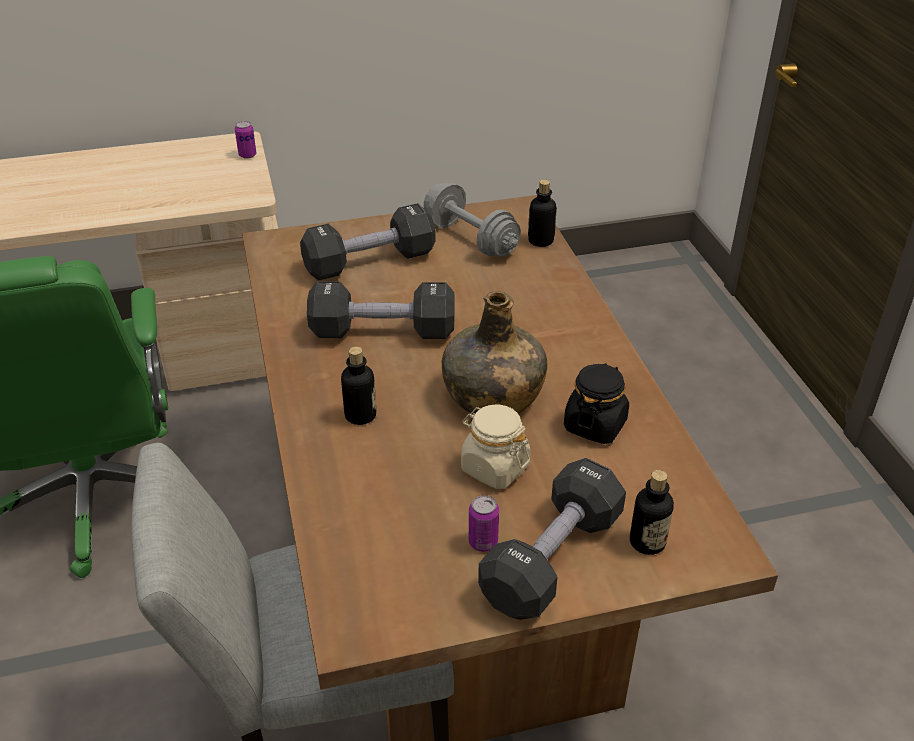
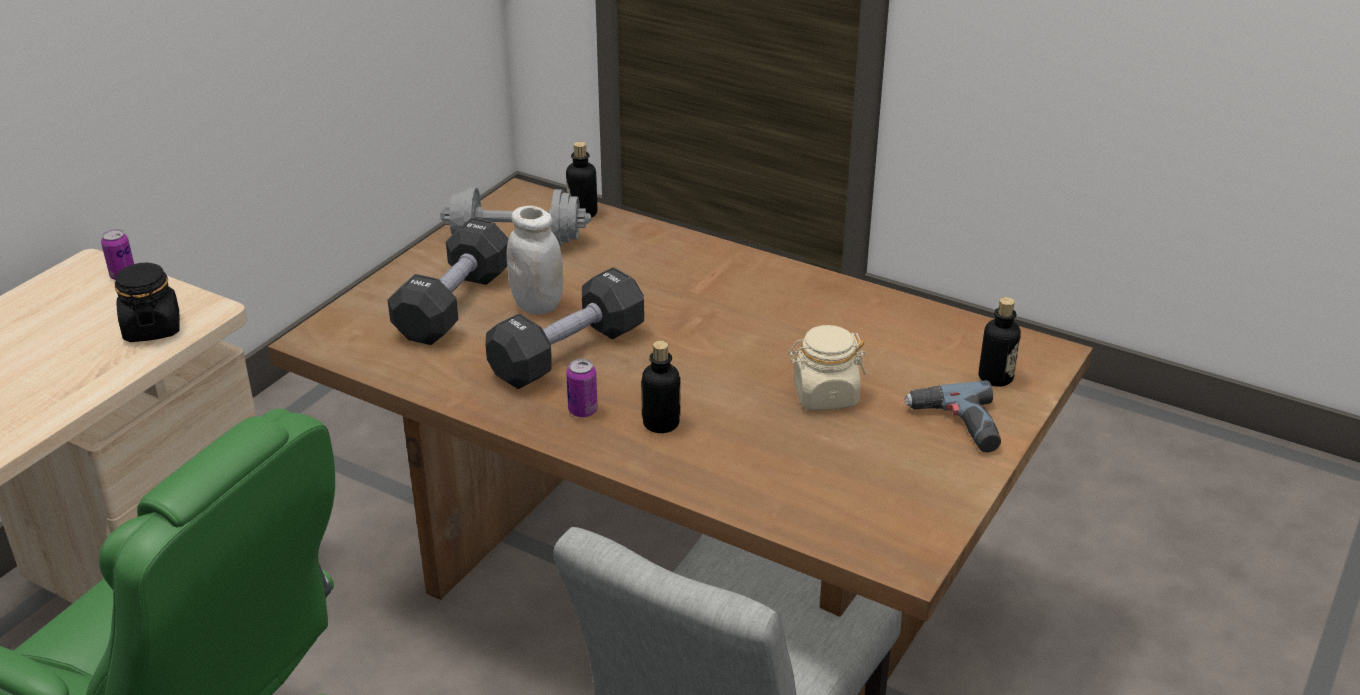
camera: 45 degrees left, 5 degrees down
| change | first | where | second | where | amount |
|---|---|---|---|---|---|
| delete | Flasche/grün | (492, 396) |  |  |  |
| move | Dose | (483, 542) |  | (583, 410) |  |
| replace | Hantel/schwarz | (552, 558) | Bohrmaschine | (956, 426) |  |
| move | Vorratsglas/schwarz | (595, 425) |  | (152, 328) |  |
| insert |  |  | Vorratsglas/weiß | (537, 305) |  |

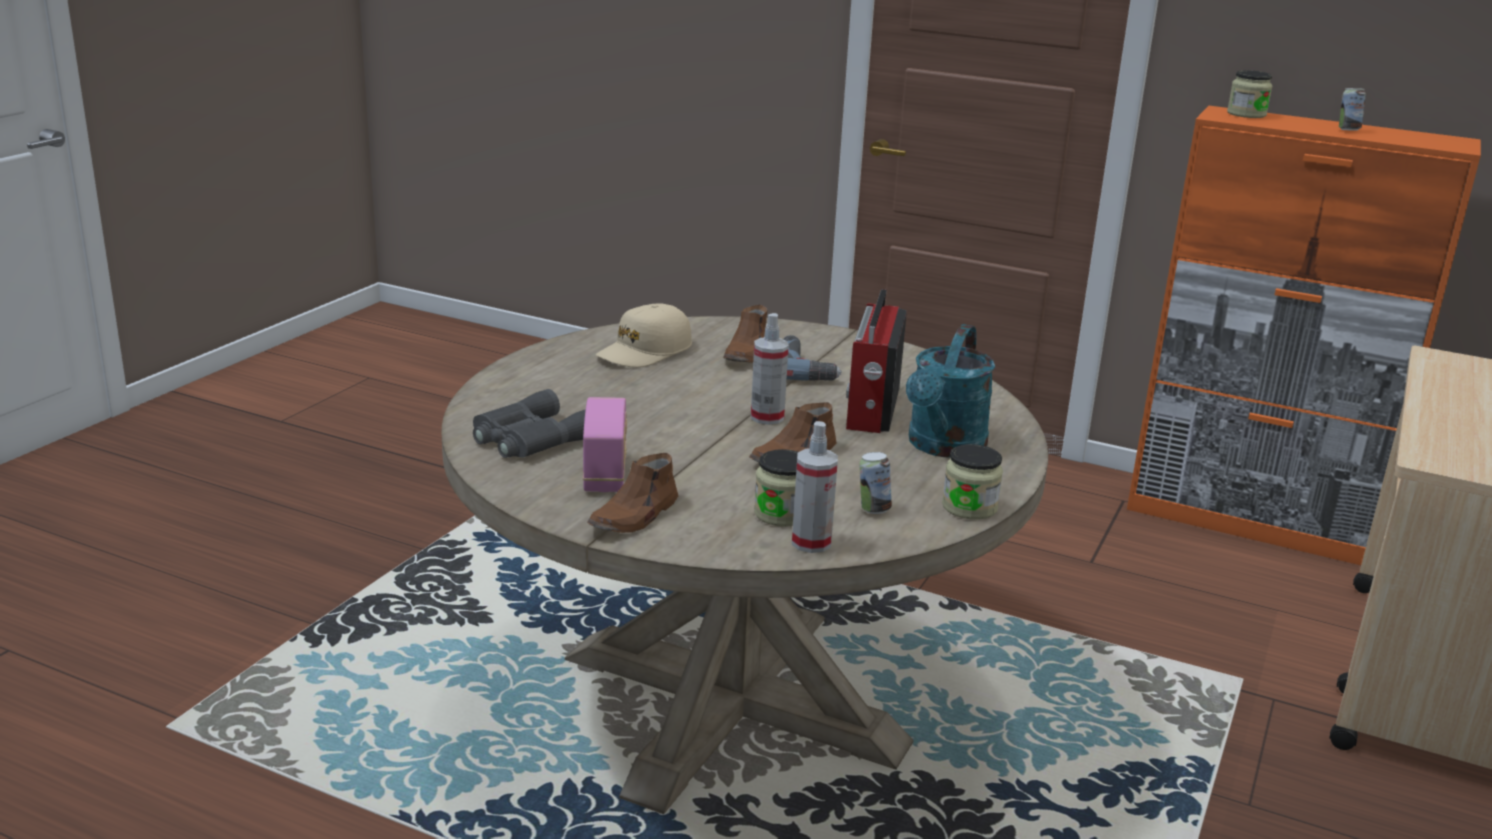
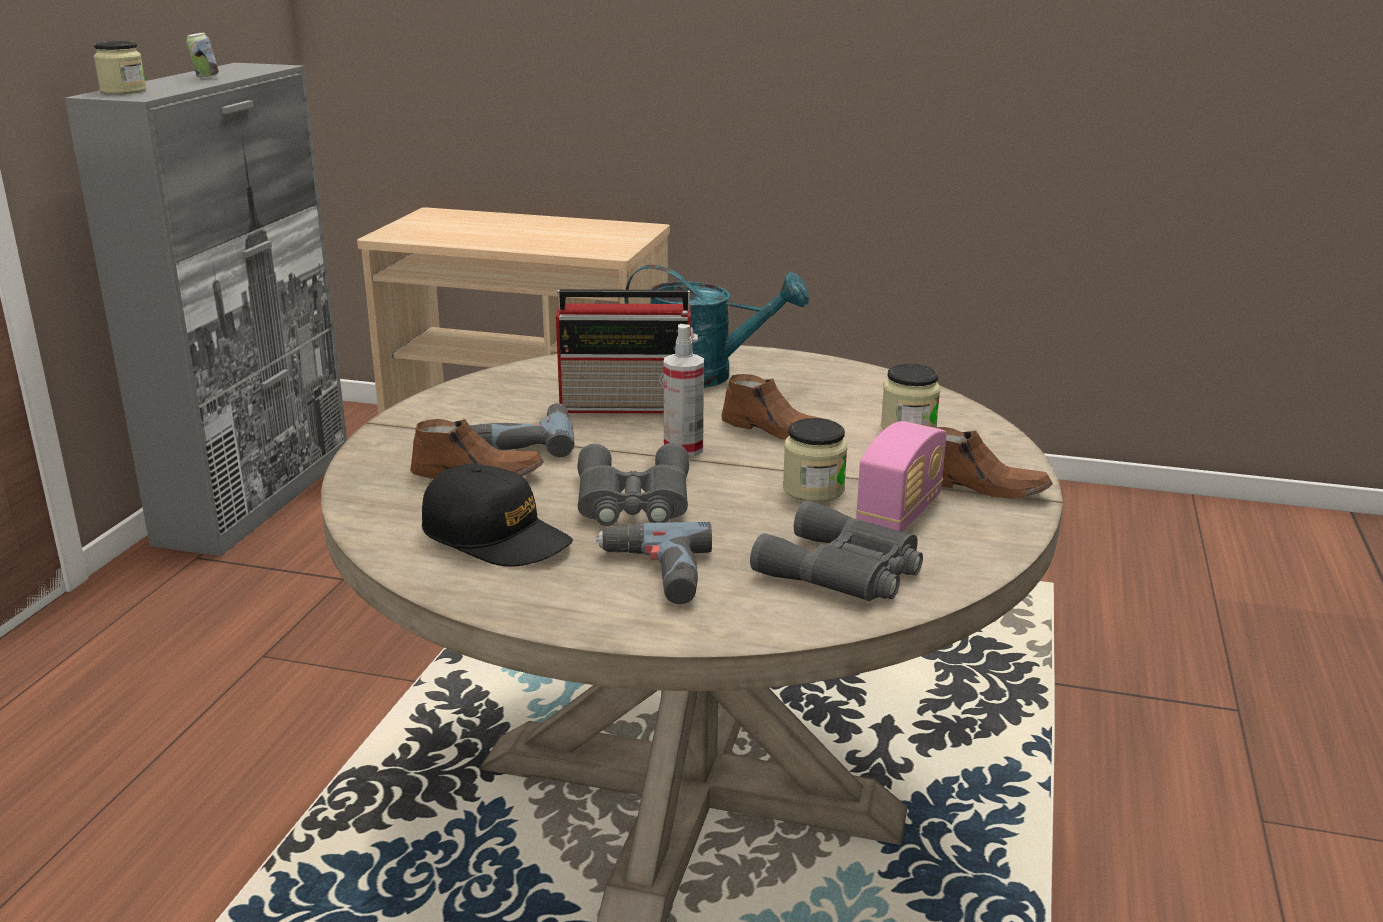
camera: 100 degrees left, 0 degrees up
| change | first | where | second | where | amount |
|---|---|---|---|---|---|
| rotate | Radio | (605, 473) |  | (899, 513) | 135 degrees clockwise |
| recolor | Kappe/beige | (645, 352) | Kappe/schwarz | (496, 537) |  |
| delete | Sprühflasche | (811, 542) |  |  |  |
| delete | Dose | (873, 509) |  |  |  |
| move | Vorratsglas | (969, 507) |  | (813, 489) |  |
| recolor | Schrank/orange | (1251, 523) | Schrank/grau | (258, 496) |  |
| insert |  |  | Fernglas/grau | (632, 501) |  |
| insert |  |  | Bohrmaschine | (654, 574) |  |

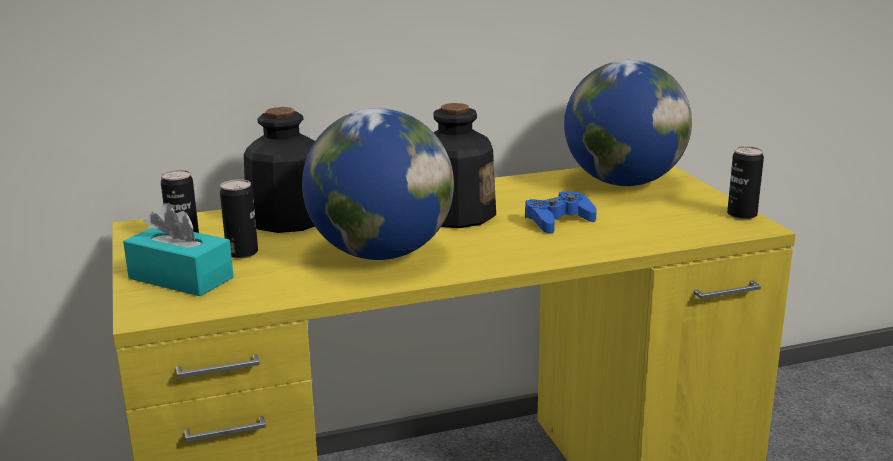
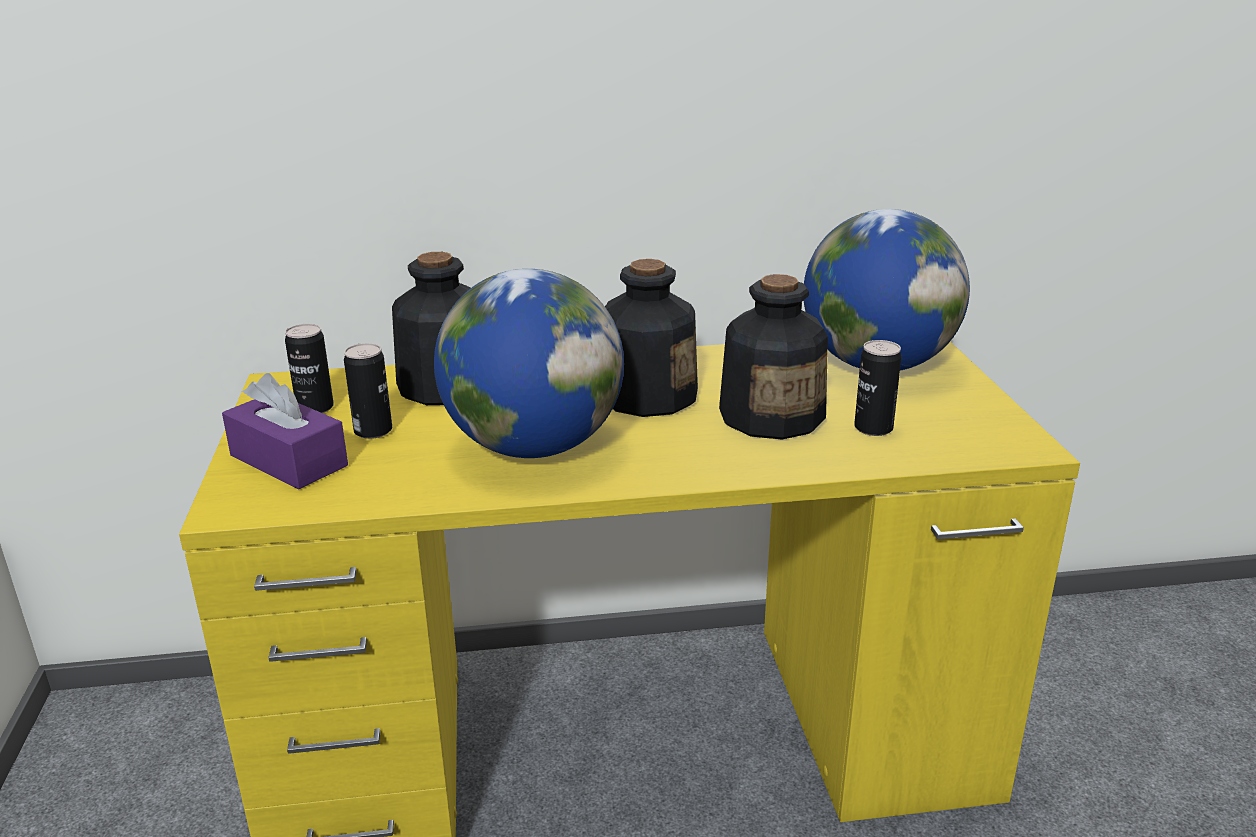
camera: 10 degrees right, 5 degrees up
| change | first | where | second | where | amount |
|---|---|---|---|---|---|
| recolor | Taschentuchbox/türkis | (181, 278) | Taschentuchbox/lila | (288, 460) |  |
| replace | Gamepad/blau | (558, 220) | Flasche | (771, 416) |  |
| move | Dose | (742, 215) |  | (873, 428) |  |

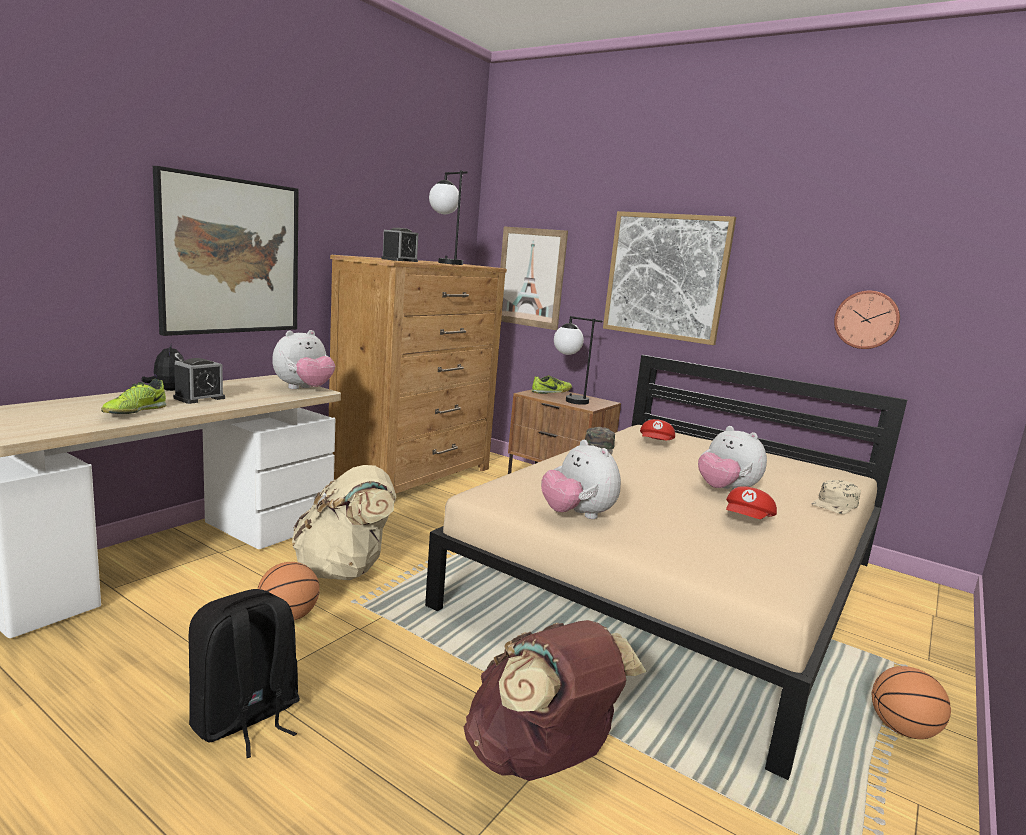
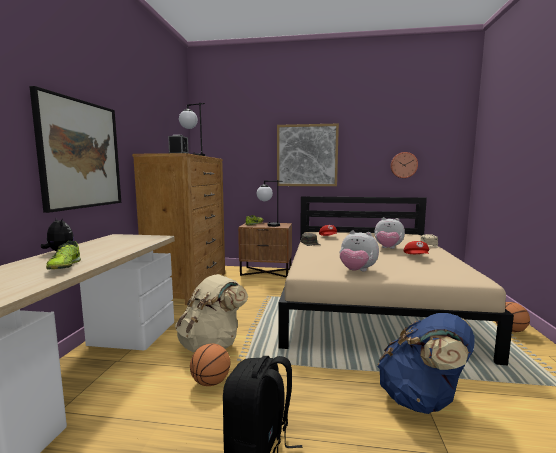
camera: 25 degrees left, 5 degrees down
| change | first | where | second | where | amount |
|---|---|---|---|---|---|
| delete | Wecker | (199, 398) |  |  |  |
| delete | Plüschtier | (304, 389) |  |  |  |
| recolor | Rucksack/braun | (540, 759) | Rucksack/blau | (422, 400) |  |
| delete | Bild | (531, 277) |  |  |  |

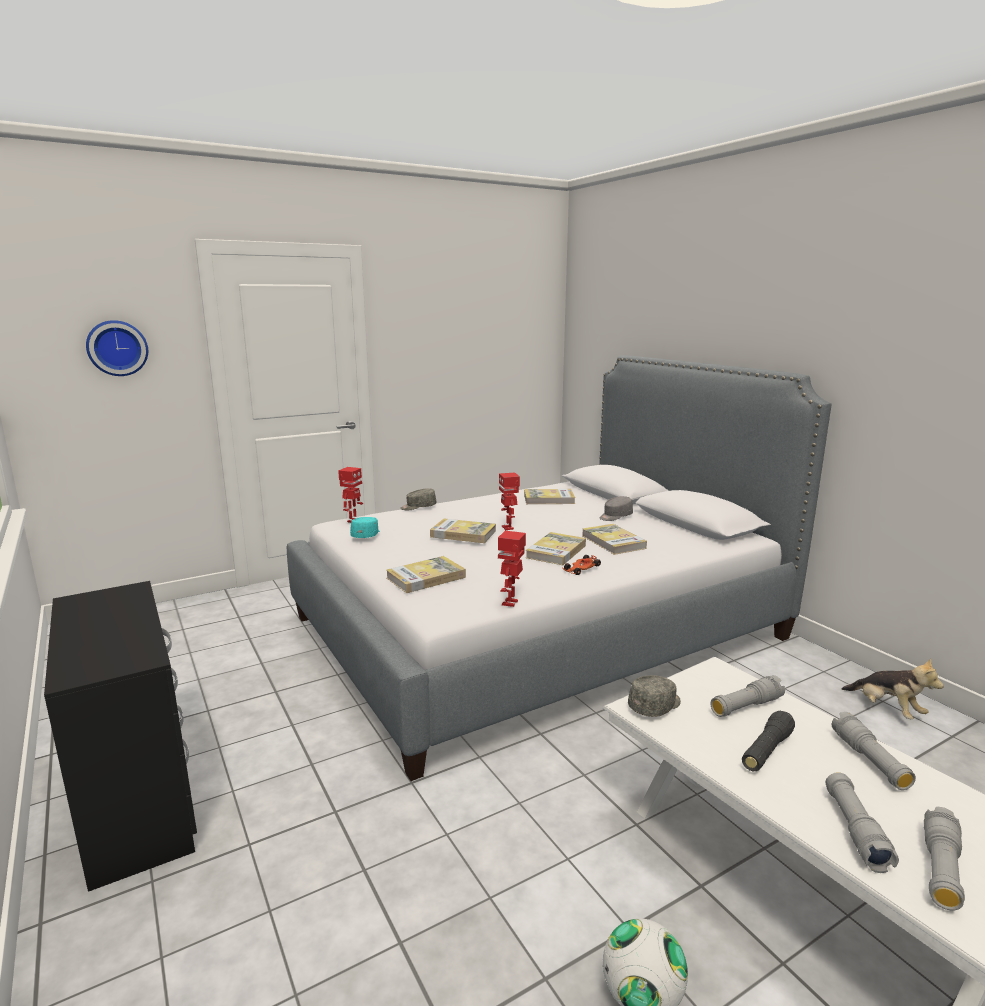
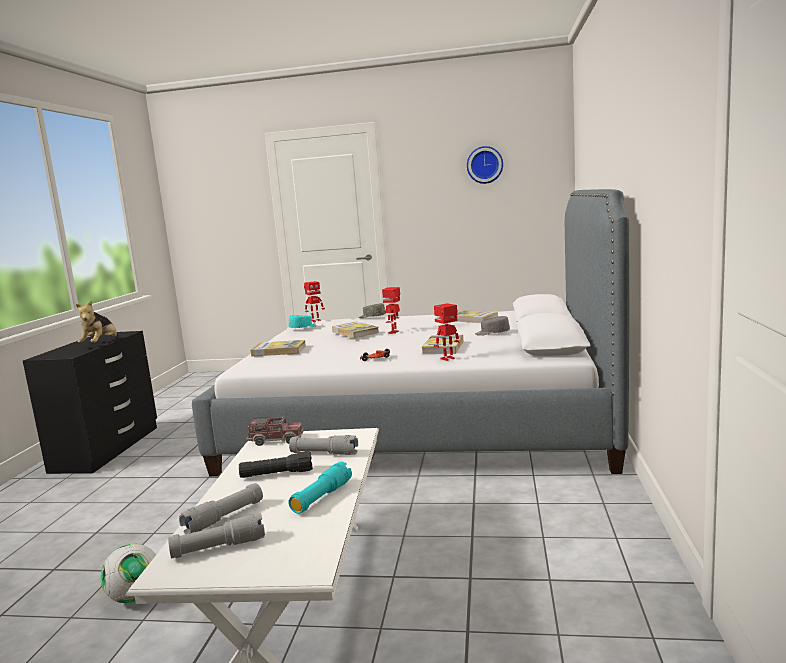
camera: 40 degrees right, 5 degrees down
| change | first | where | second | where | amount |
|---|---|---|---|---|---|
| move | Wanduhr | (117, 348) |  | (484, 165) |  |
| move | Spielzeugroboter | (511, 603) |  | (448, 359) |  |
| delete | Buch | (556, 551) |  |  |  |
| replace | Kappe/grau | (655, 706) | Spielzeuglaster | (276, 440) |  |
| recolor | Taschenlampe/grau | (869, 760) | Taschenlampe/türkis | (322, 497) |  |
| move | Plüschtier | (887, 709) |  | (100, 344) |  |

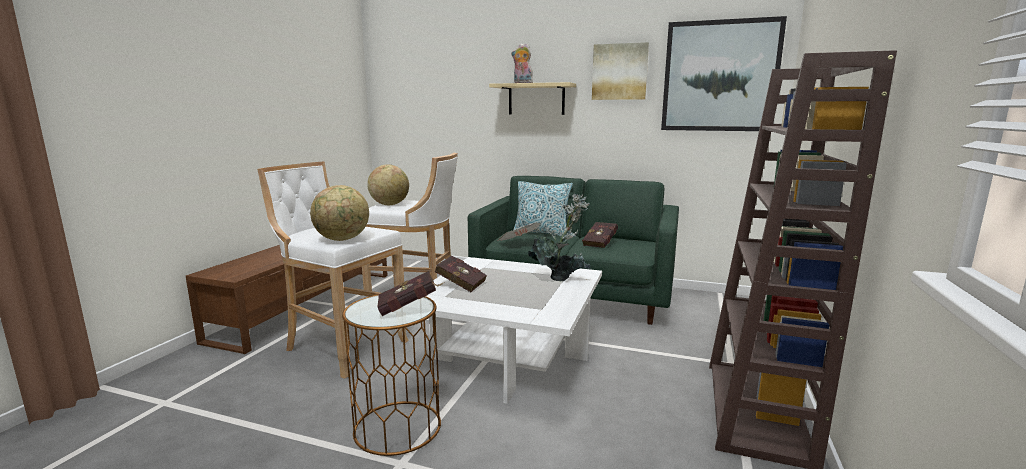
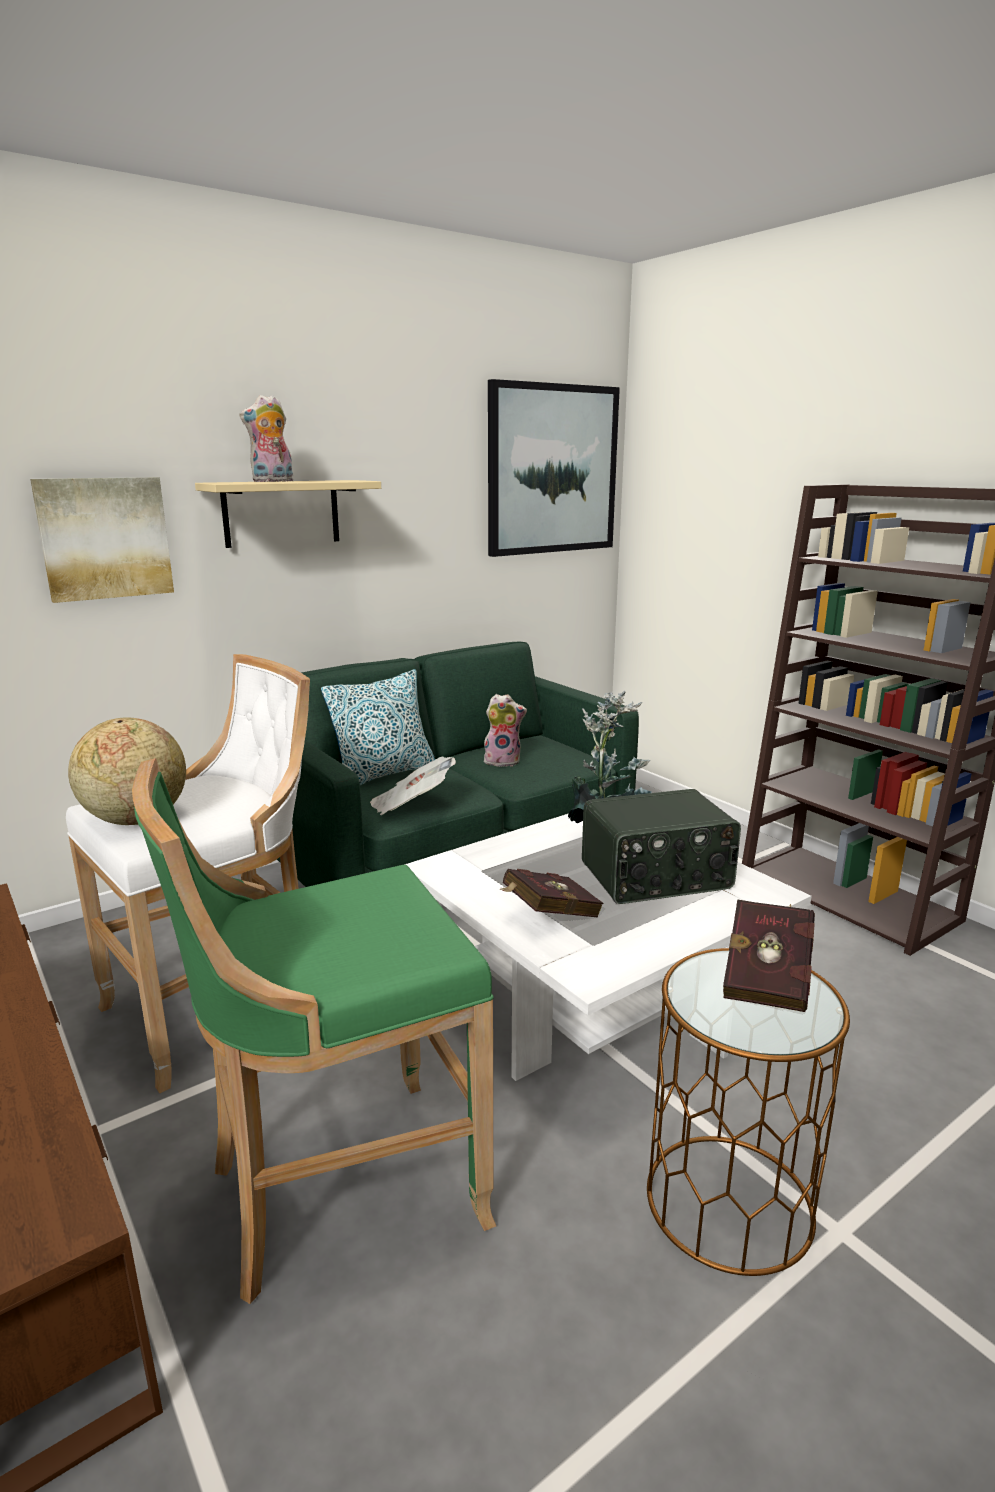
camera: 55 degrees left, 5 degrees up
| change | first | where | second | where | amount |
|---|---|---|---|---|---|
| recolor | Hocker/weiß | (342, 347) | Hocker/grün | (337, 1190) |  |
| delete | Globus | (342, 239) |  |  |  |
| replace | Buch/rot | (601, 243) | Plüschtier | (503, 761) |  |
| move | Bild | (619, 72) |  | (105, 538) |  |
| insert |  |  | Radio | (657, 877) |  |

